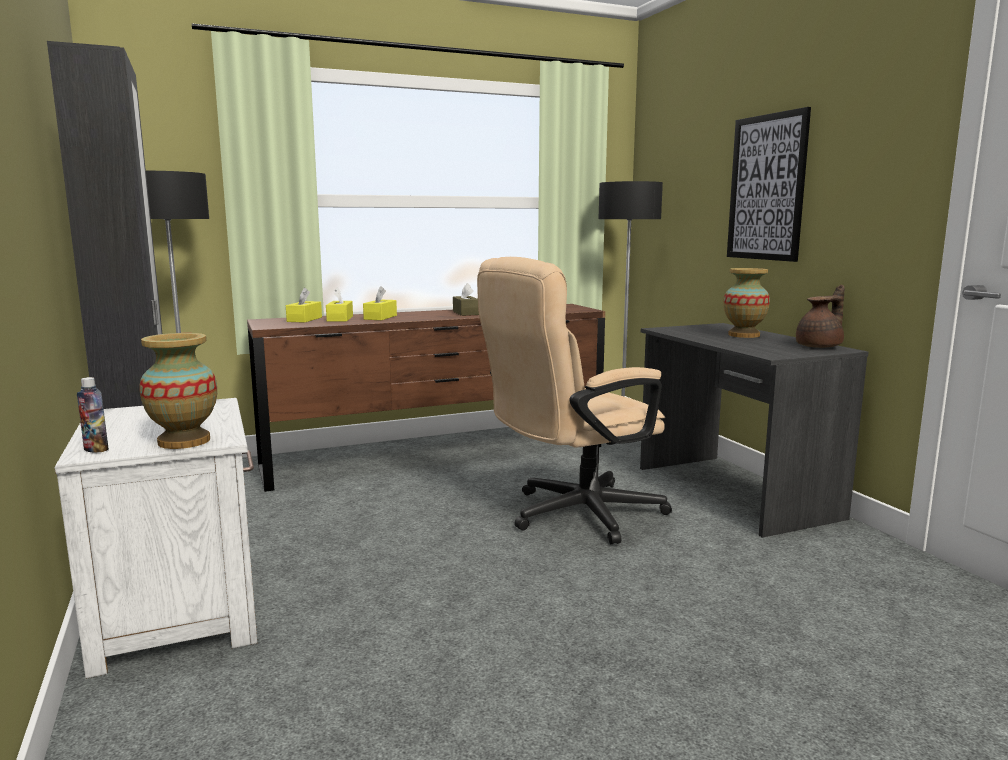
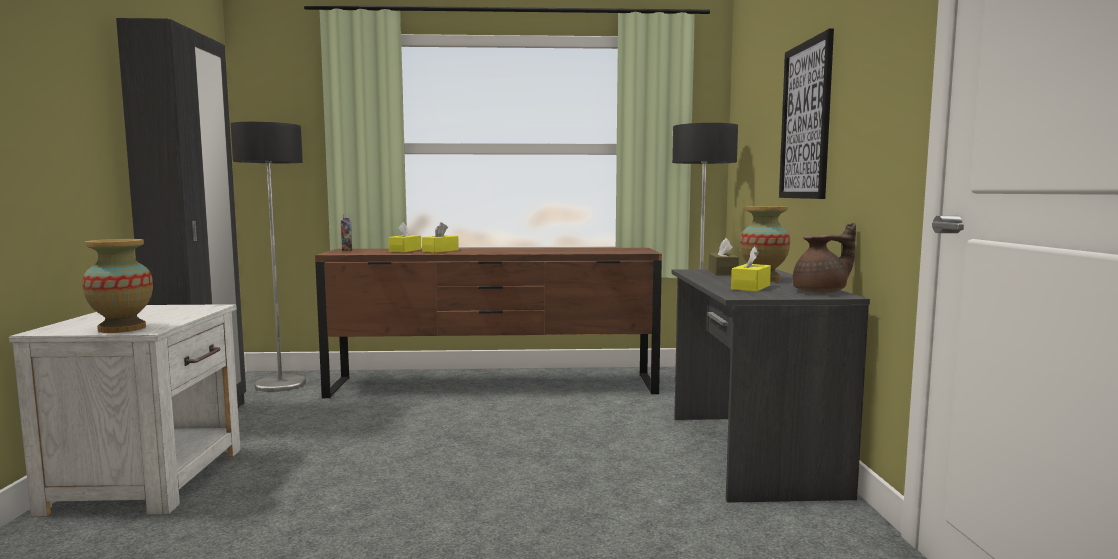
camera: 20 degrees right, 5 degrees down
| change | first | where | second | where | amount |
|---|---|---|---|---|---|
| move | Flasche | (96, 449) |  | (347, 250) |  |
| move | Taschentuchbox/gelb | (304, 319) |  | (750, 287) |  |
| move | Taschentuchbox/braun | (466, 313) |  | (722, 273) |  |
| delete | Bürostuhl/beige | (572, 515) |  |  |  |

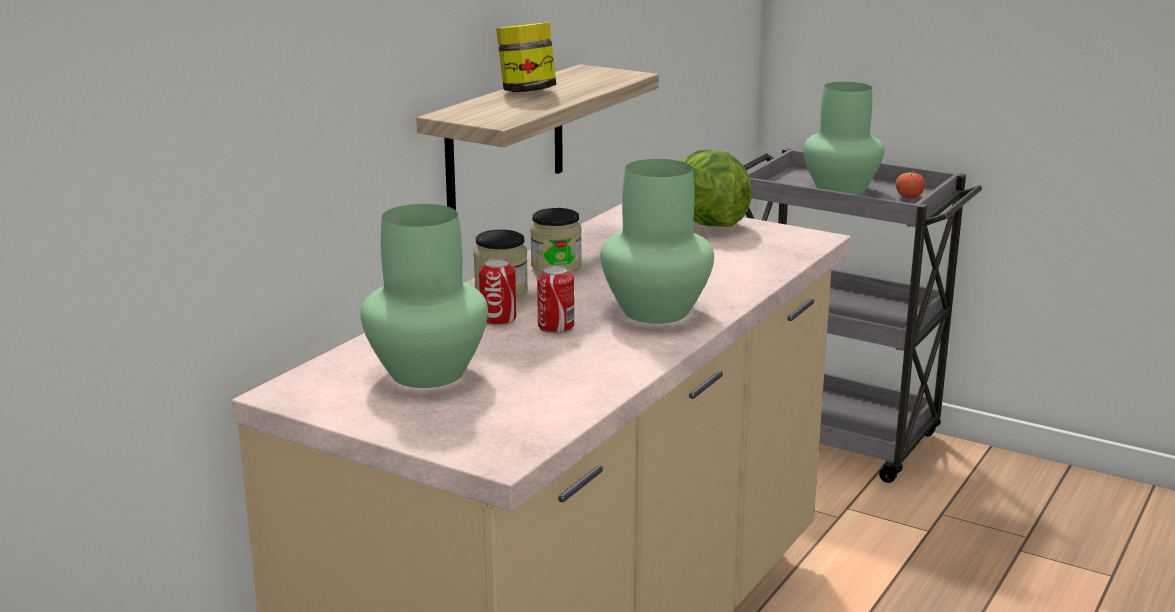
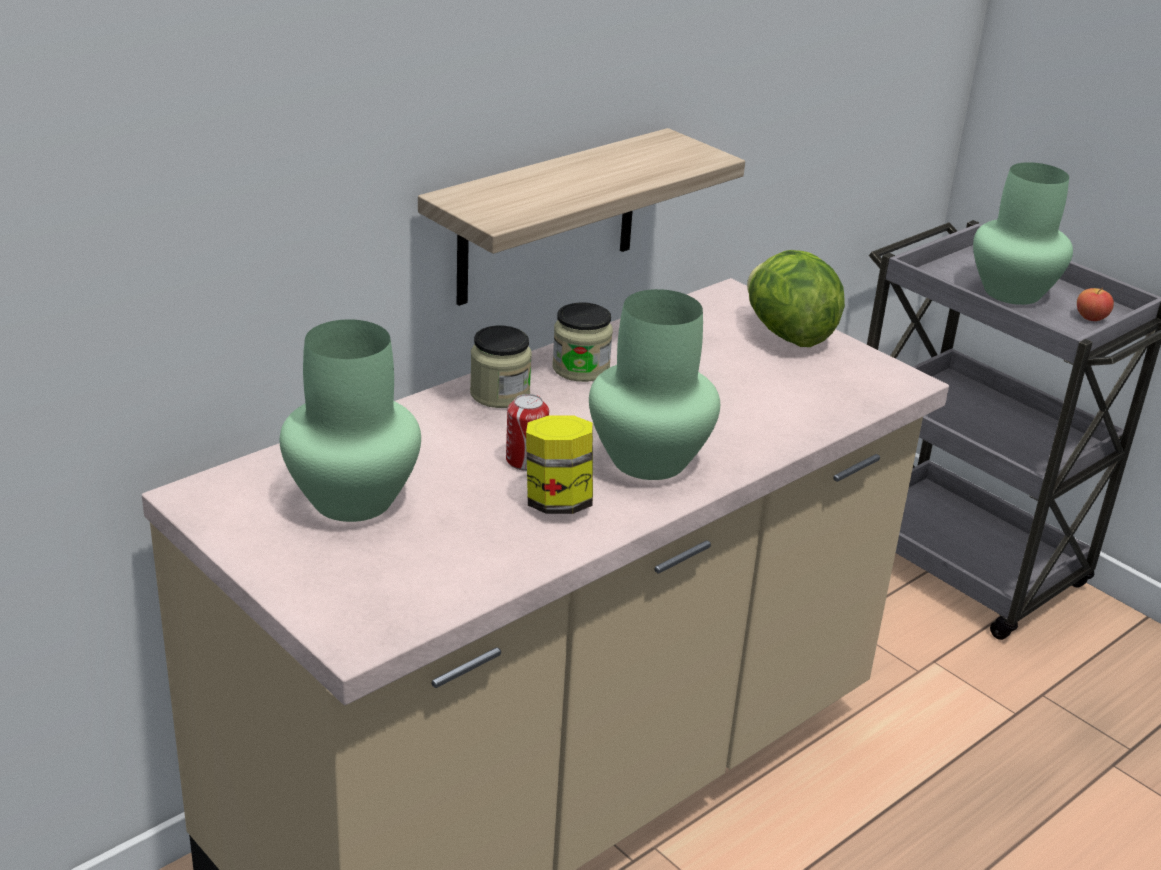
camera: 15 degrees right, 10 degrees up
| change | first | where | second | where | amount |
|---|---|---|---|---|---|
| delete | Dose | (498, 319) |  |  |  |
| move | Vorratsglas | (526, 91) |  | (557, 502) |  |

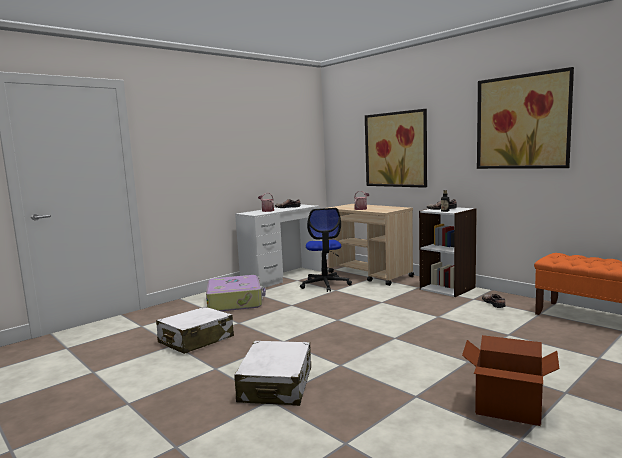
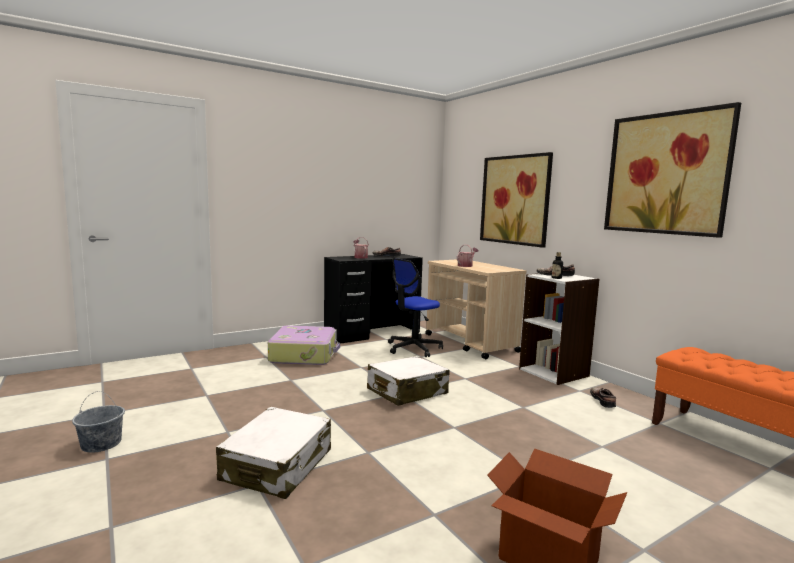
camera: 10 degrees right, 0 degrees up
| change | first | where | second | where | amount |
|---|---|---|---|---|---|
| move | Koffer/weiß | (196, 340) |  | (407, 392) |  |
| recolor | Schreibtisch/weiß | (282, 277) | Schreibtisch/schwarz | (372, 333) |  |
| rotate | Bürostuhl | (325, 284) |  | (413, 348) | 45 degrees clockwise |
| insert |  |  | Eimer/grau | (101, 444) |  |

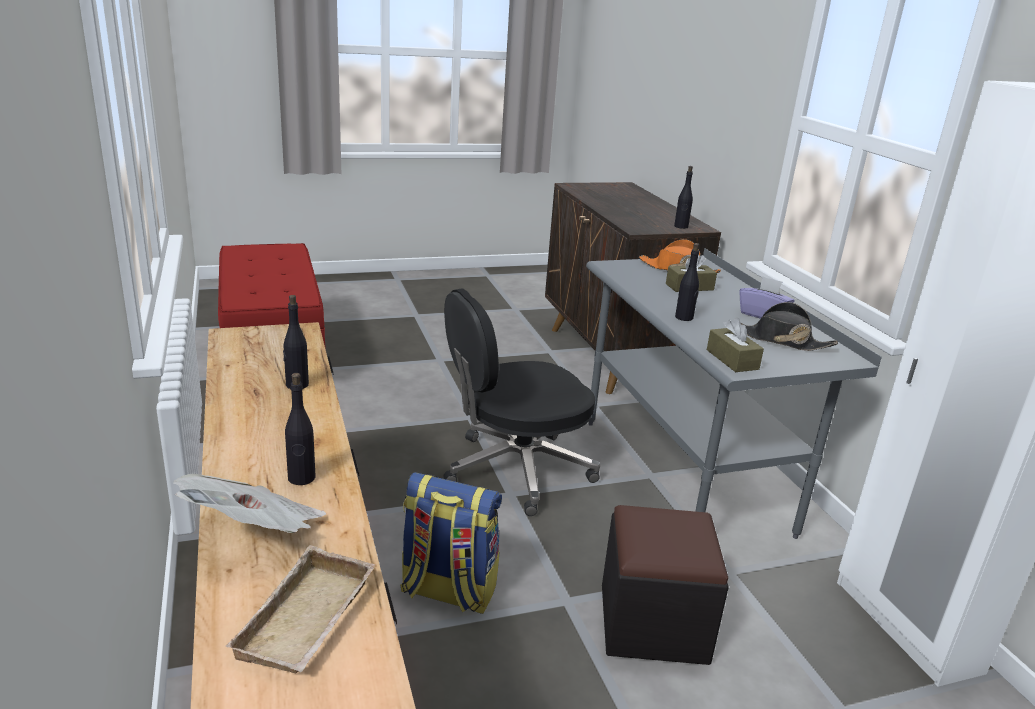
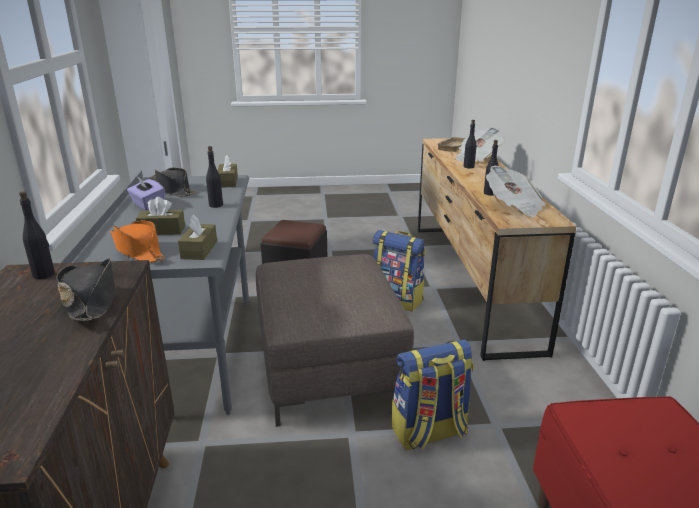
camera: 165 degrees left, 0 degrees up
| change | first | where | second | where | amount |
|---|---|---|---|---|---|
| replace | Bürostuhl/schwarz | (515, 470) | Polsterhocker/braun | (329, 368) |  |
| insert |  |  | Hut/schwarz | (91, 300) |  |
| insert |  |  | Taschentuchbox/braun | (199, 250) |  |
| insert |  |  | Rucksack | (429, 433) |  |
| insert |  |  | Zeitung | (514, 206) |  |

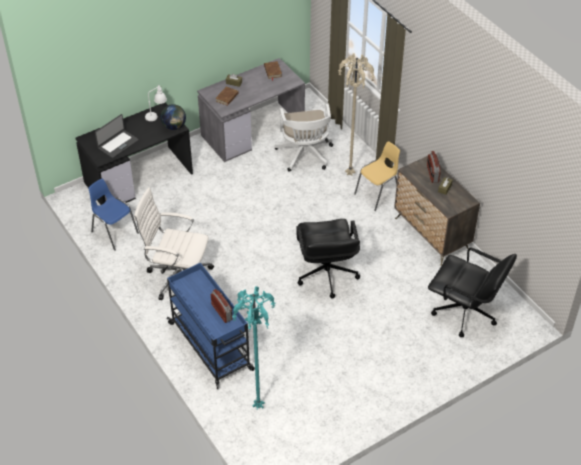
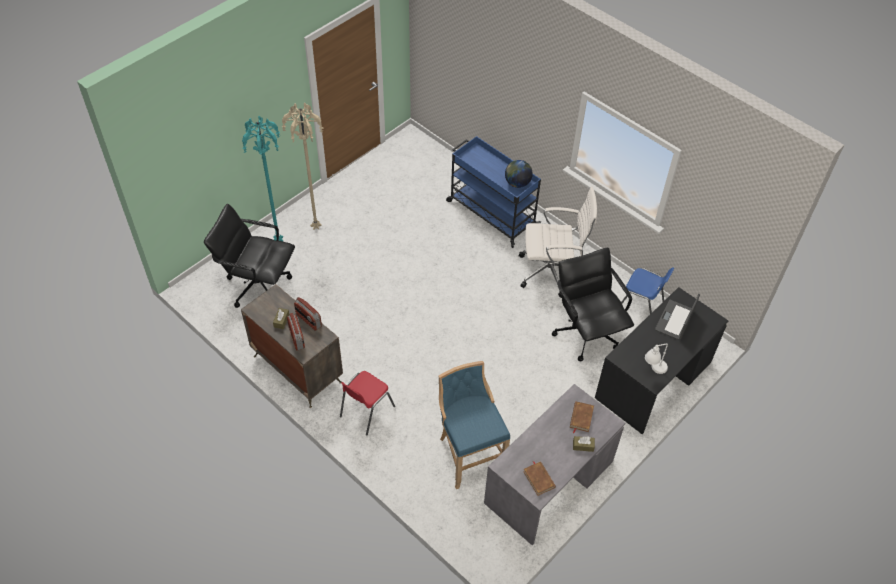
camera: 165 degrees right, 5 degrees up
| change | first | where | second | where | amount |
|---|---|---|---|---|---|
| move | Globus | (174, 126) |  | (517, 183) |  |
| move | Radio | (222, 312) |  | (308, 320) |  |
| move | Stehlampe/türkis | (257, 407) |  | (279, 241) |  |
| replace | Bürostuhl/weiß | (305, 156) | Hocker/blau | (469, 453) |  |
| move | Bürostuhl/schwarz | (326, 275) |  | (586, 333) |  |
| move | Stehlampe/beige | (350, 173) |  | (315, 228) |  |
| recolor | Stuhl/gelb | (378, 194) | Stuhl/rot | (366, 411) |  |

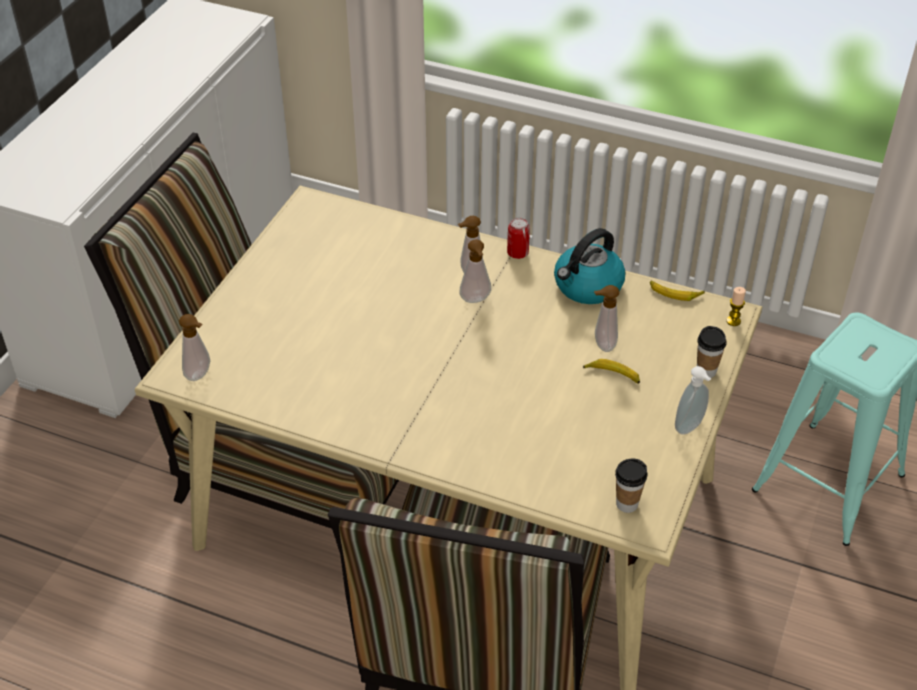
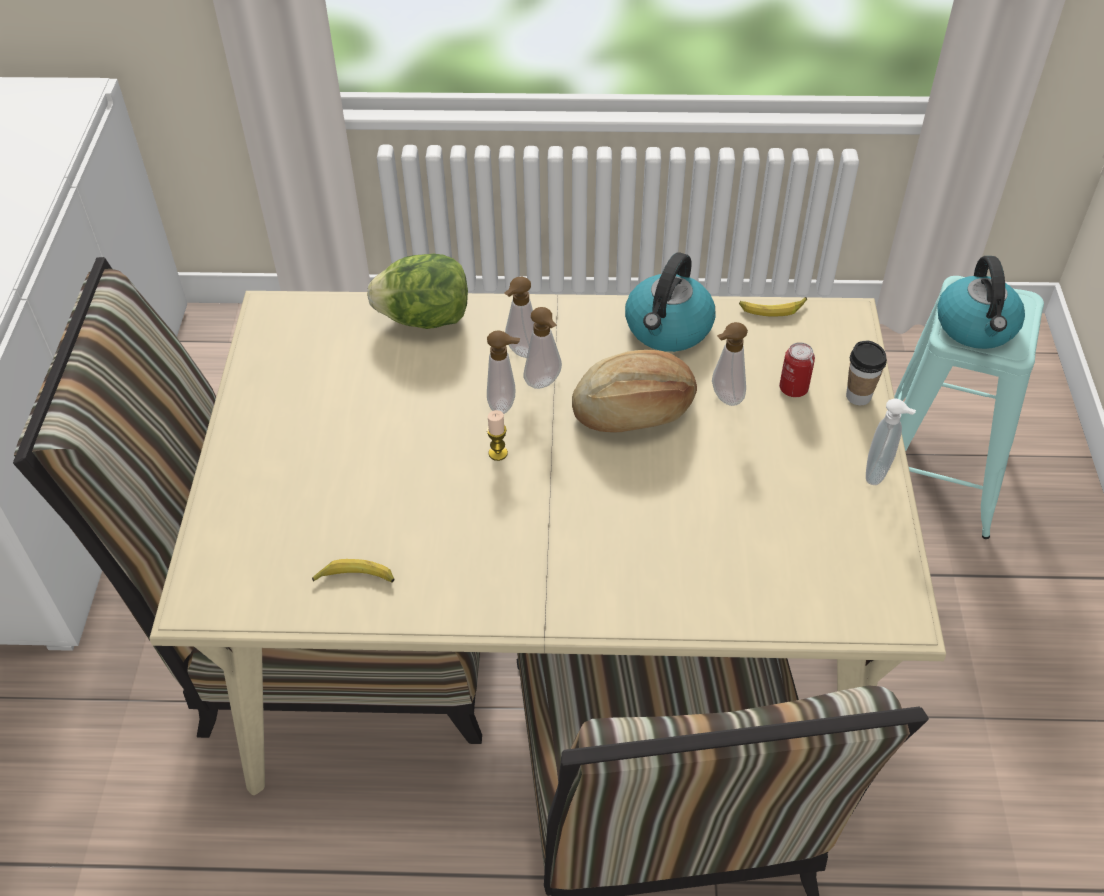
camera: 20 degrees left, 5 degrees up
| change | first | where | second | where | amount |
|---|---|---|---|---|---|
| move | Seifenspender | (200, 375) |  | (505, 405) |  |
| move | Dose | (517, 253) |  | (793, 388) |  |
| move | Banane | (612, 375) |  | (355, 578) |  |
| delete | Tasse | (627, 504) |  |  |  |
| move | Kerze | (733, 321) |  | (498, 453) |  |
| insert |  |  | Salatkopf | (425, 318) |  |
| insert |  |  | Brot | (634, 410) |  |
| insert |  |  | Wasserkessel | (976, 327) |  |

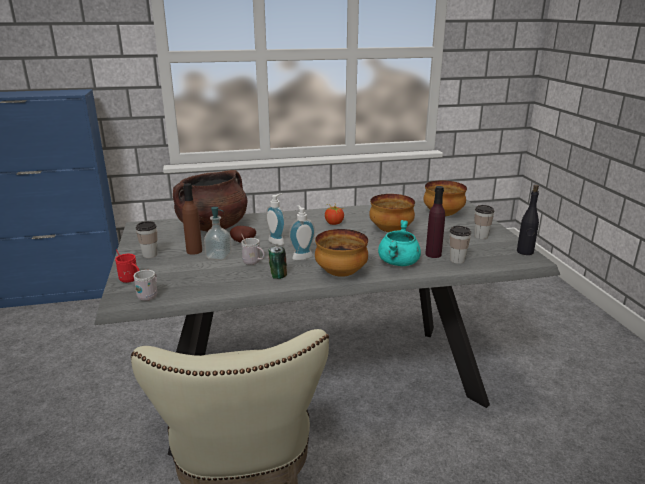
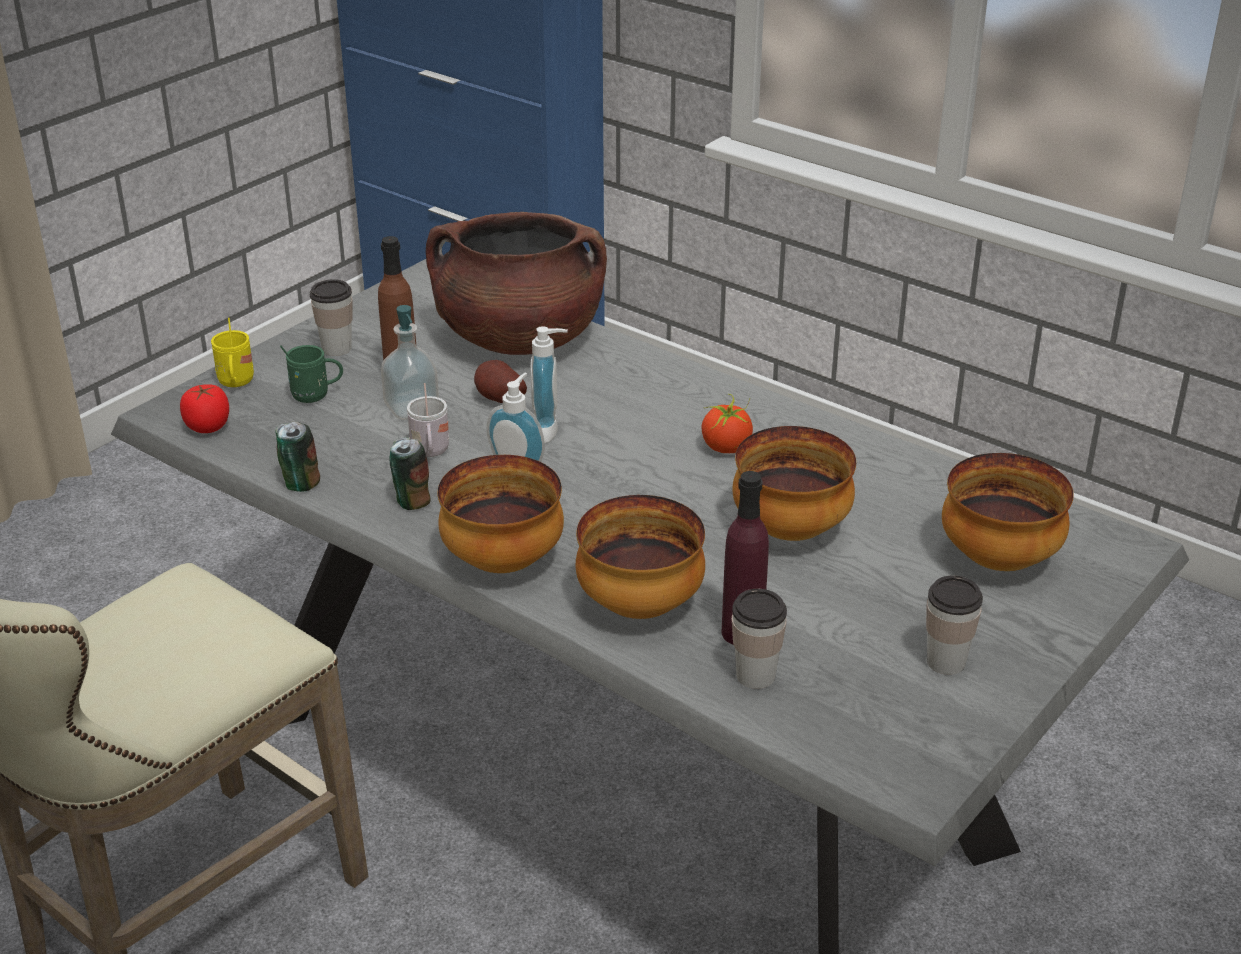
camera: 50 degrees right, 10 degrees up
| change | first | where | second | where | amount |
|---|---|---|---|---|---|
| recolor | Henkelbecher/rot | (131, 280) | Henkelbecher/gelb | (236, 384) |  |
| replace | Henkelbecher/weiß | (149, 295) | Tomate | (208, 426) |  |
| replace | Kochtopf/türkis | (399, 263) | Schüssel | (639, 607) |  |
| delete | Flasche/schwarz | (525, 252) |  |  |  |
| insert |  |  | Dose | (300, 484) |  |
| insert |  |  | Henkelbecher/grün | (316, 395) |  |

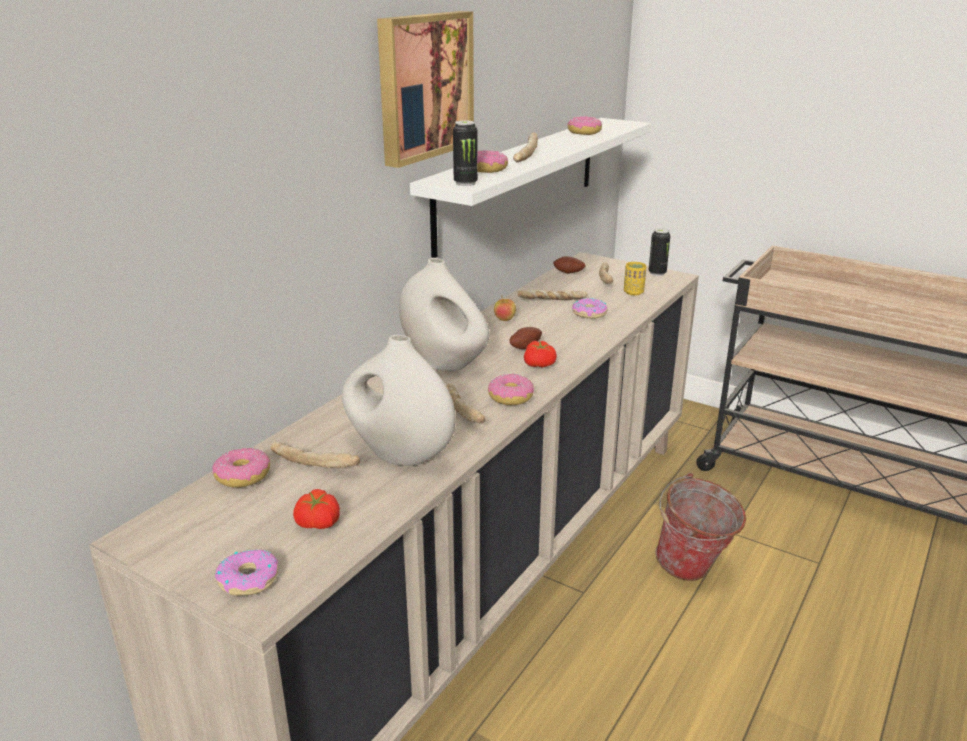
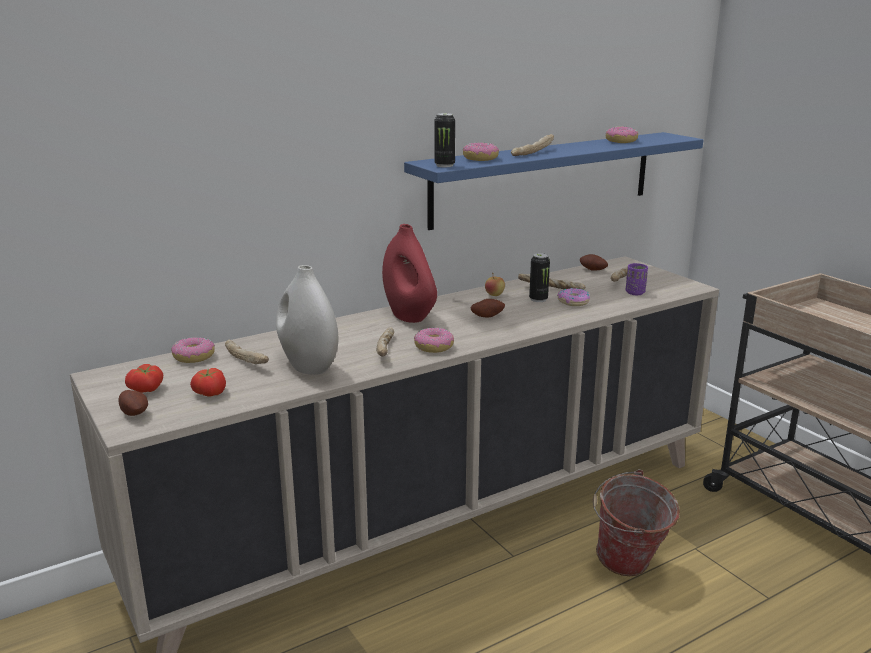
camera: 25 degrees right, 5 degrees down
| change | first | where | second | where | amount |
|---|---|---|---|---|---|
| replace | Donut | (248, 579) | Kartoffel | (135, 413) |  |
| delete | Bild | (423, 86) |  |  |  |
| recolor | Vase/weiß | (444, 363) | Vase/rot | (409, 316) |  |
| recolor | Wandregal/weiß | (520, 181) | Wandregal/blau | (544, 178) |  |
| move | Tomate | (540, 365) |  | (147, 390) |  |
| recolor | Tasse/gelb | (633, 292) | Tasse/lila | (635, 293) |  |
| move | Dose | (657, 273) |  | (538, 299) |  |

